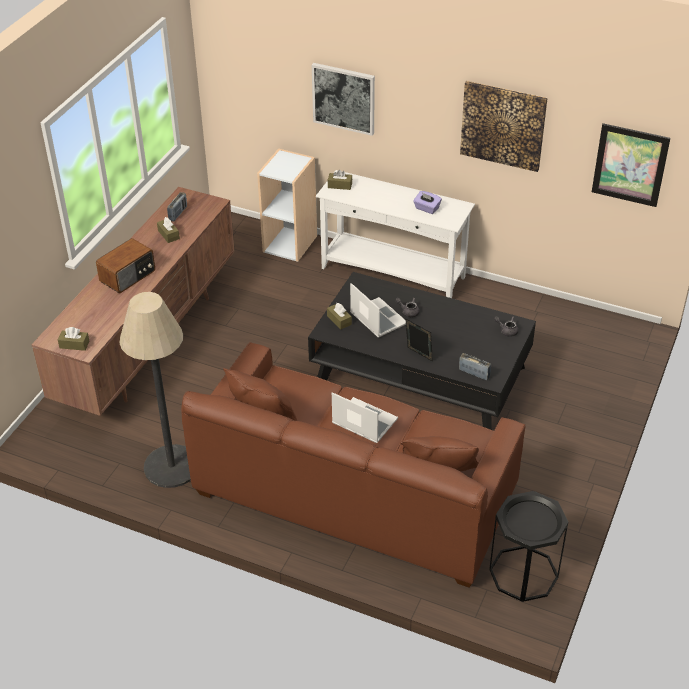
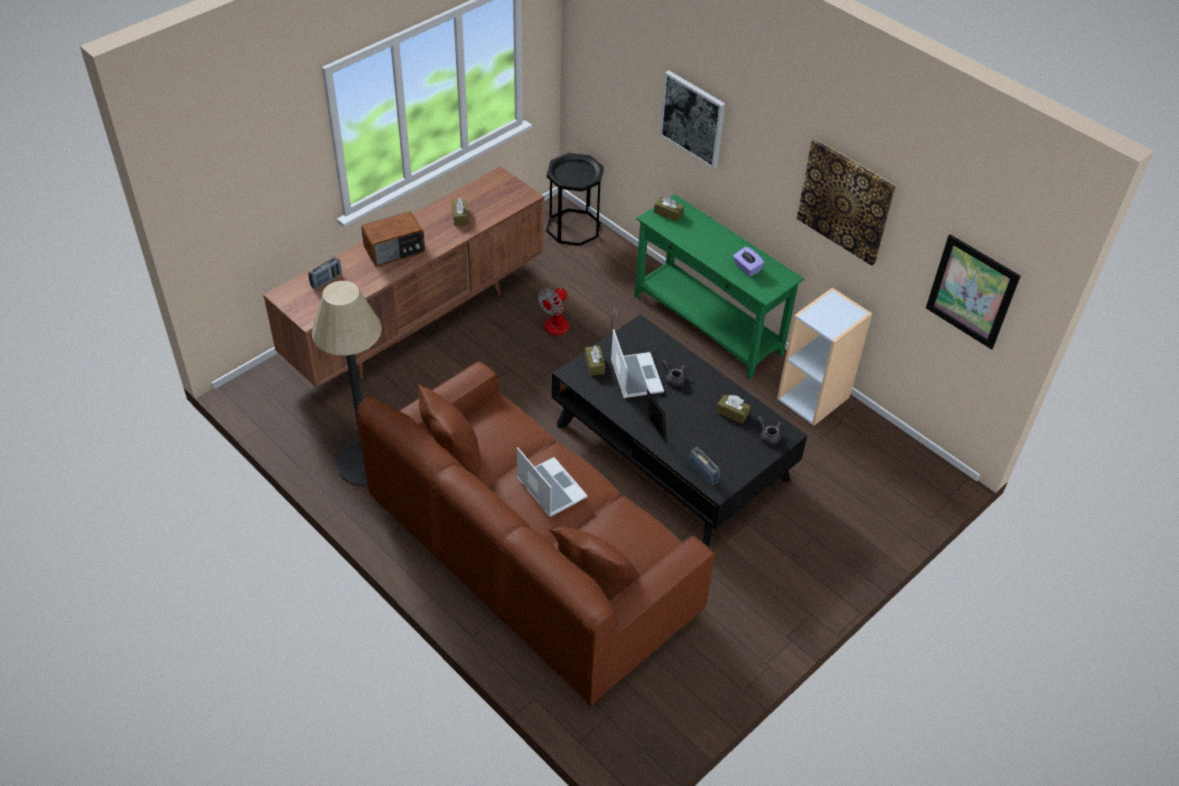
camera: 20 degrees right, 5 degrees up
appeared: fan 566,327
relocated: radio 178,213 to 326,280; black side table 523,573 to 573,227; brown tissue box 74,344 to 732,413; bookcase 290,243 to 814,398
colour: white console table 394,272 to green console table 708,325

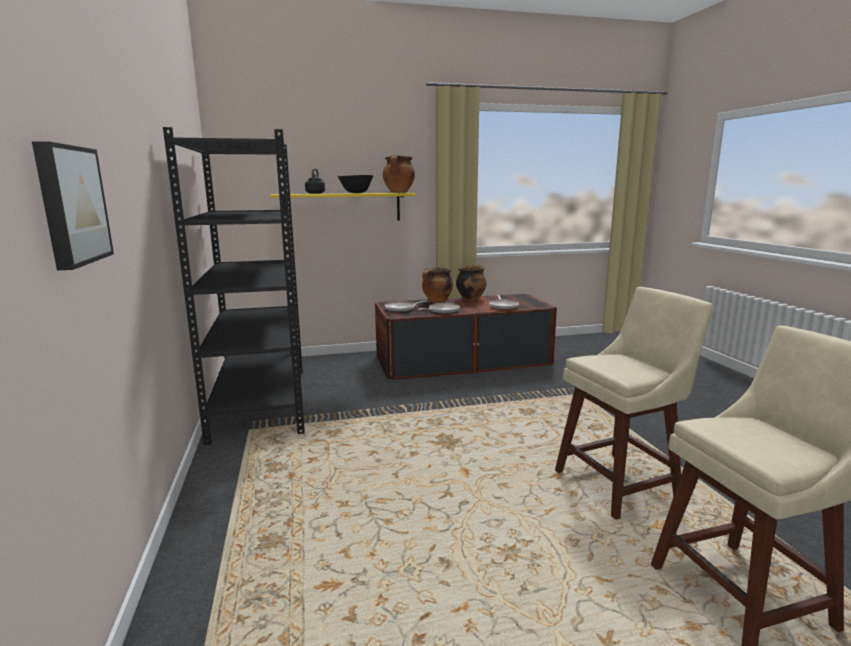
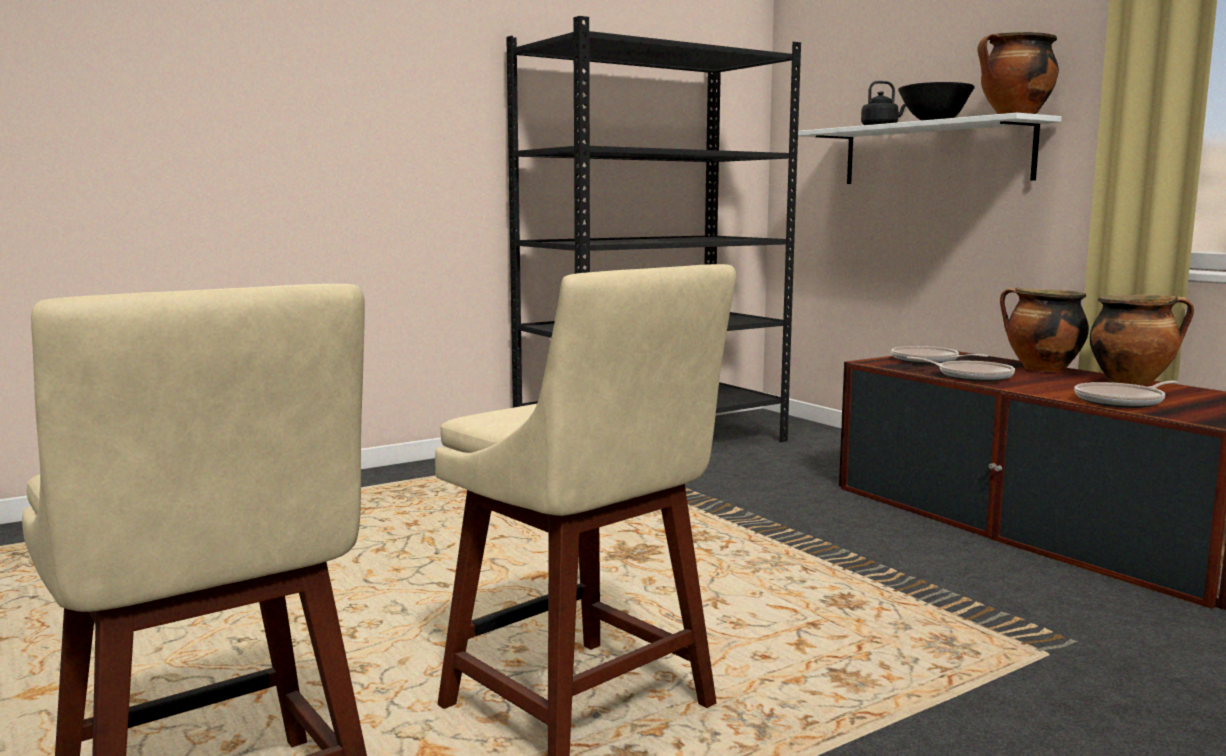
camera: 70 degrees right, 5 degrees down
missing: picture 70,205
colour: yellow shelf 342,207 to white shelf 934,154

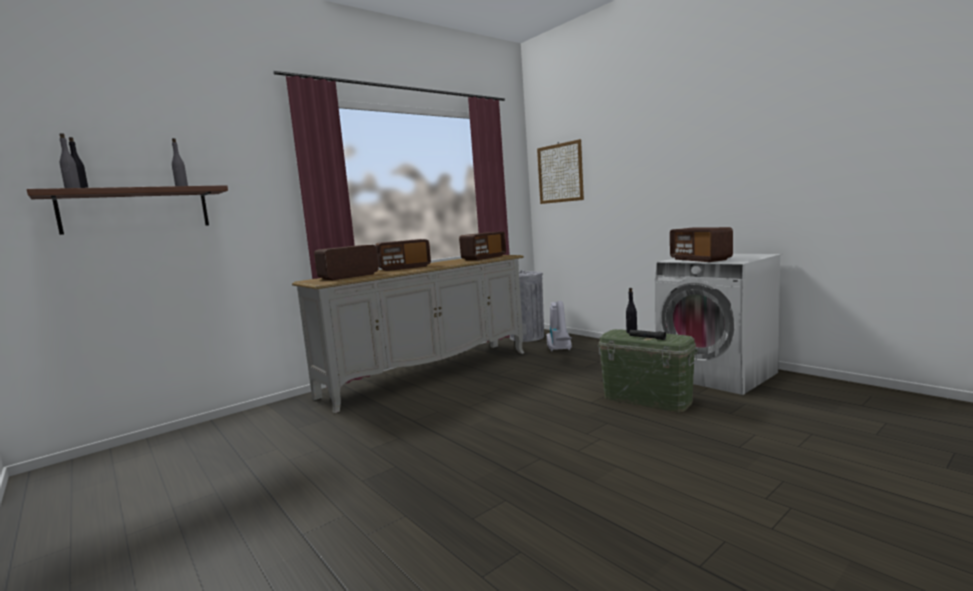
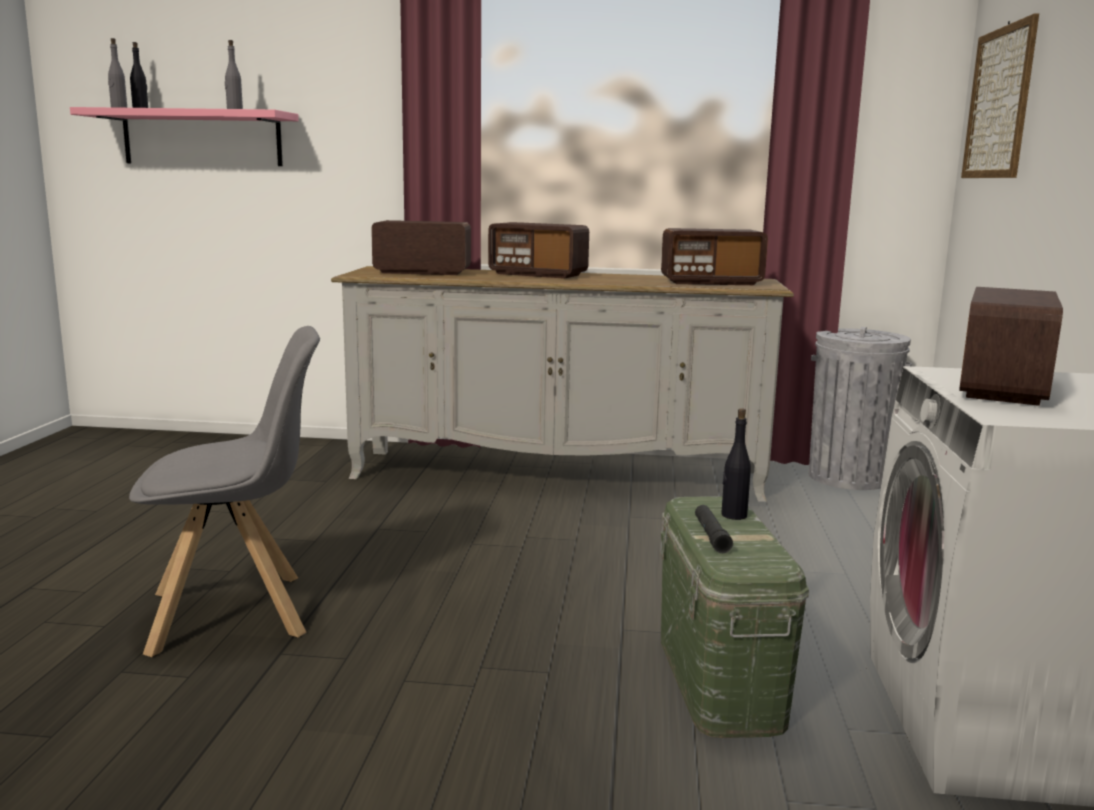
camera: 45 degrees right, 5 degrees up
missing: vacuum cleaner 560,351
appeared: grey chair 238,612
colour: brown shelf 136,210 to pink shelf 202,138

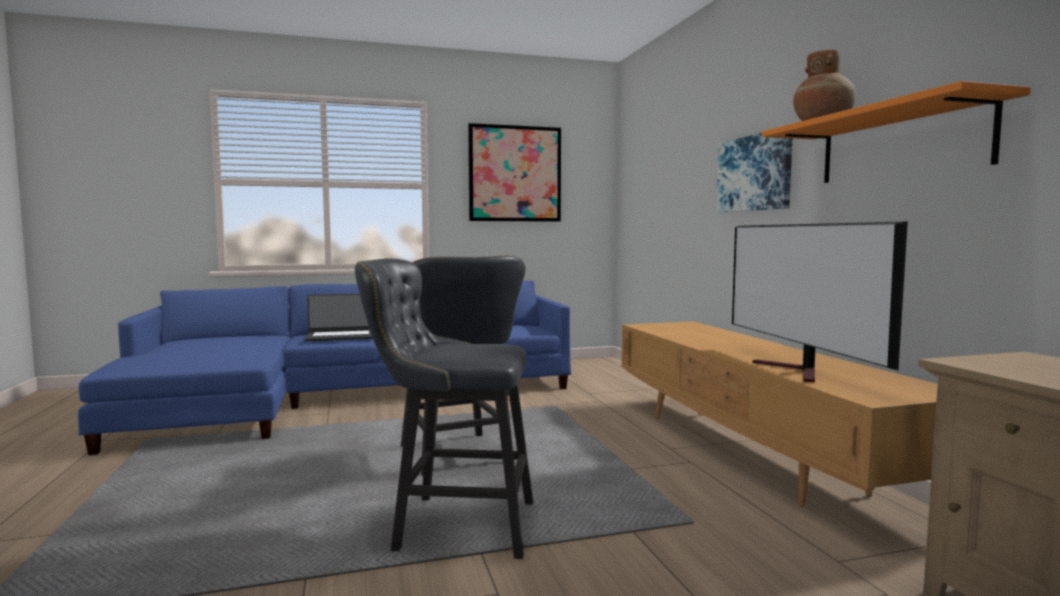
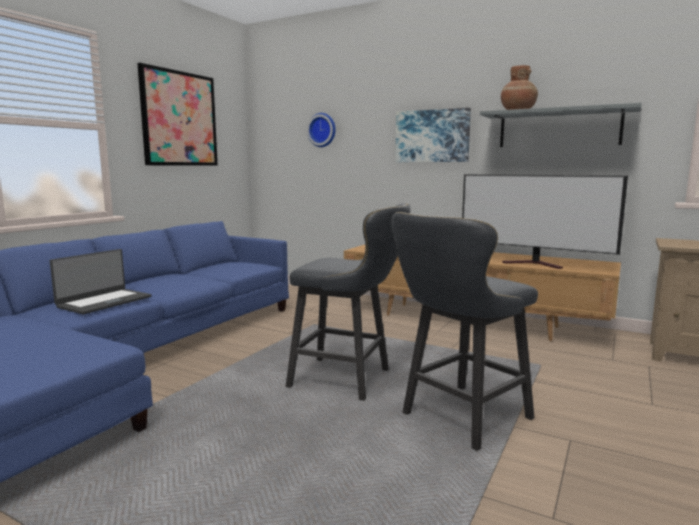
camera: 45 degrees left, 5 degrees up
appeared: wall clock 322,130
colour: orange shelf 900,145 to grey shelf 559,128

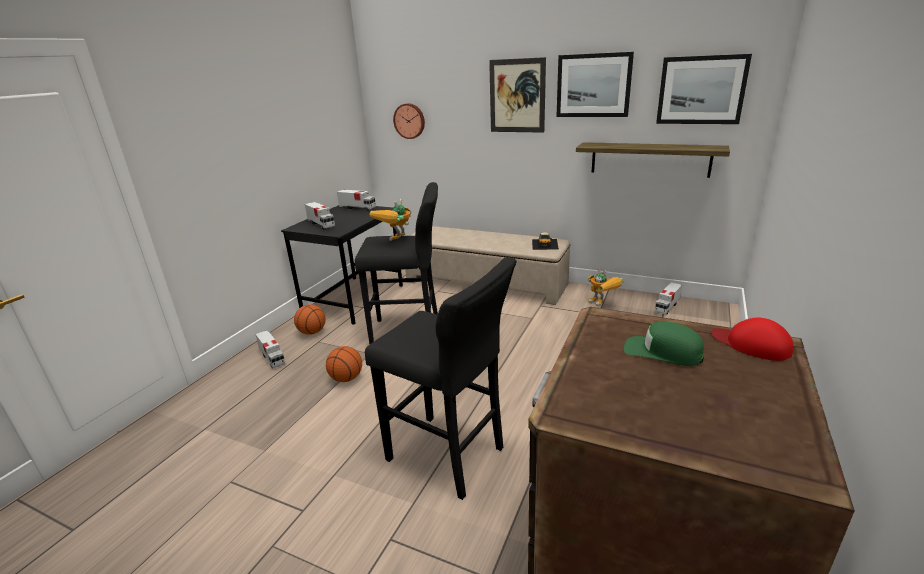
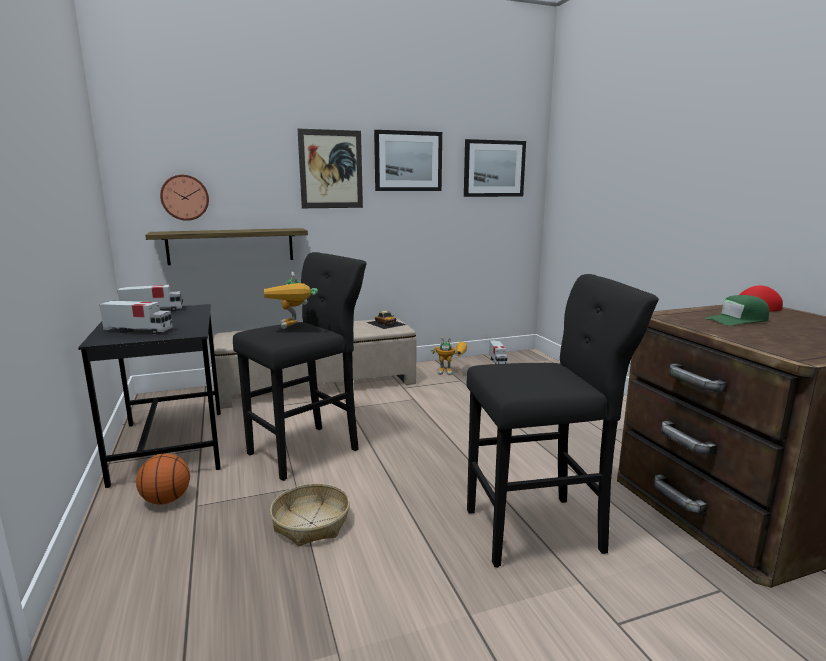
camera: 45 degrees left, 10 degrees down
missing: toy truck 272,358
relocated: shelf 649,159 to 231,246
exchanged: basketball 346,378 to basket 311,523

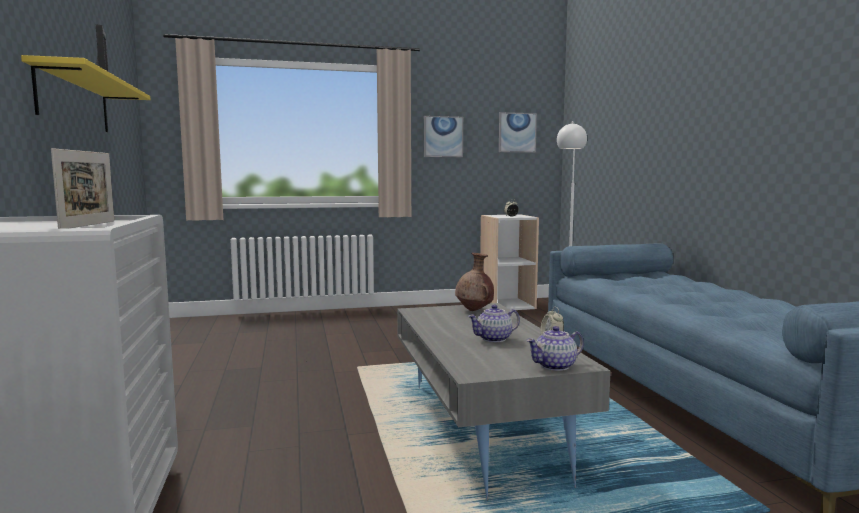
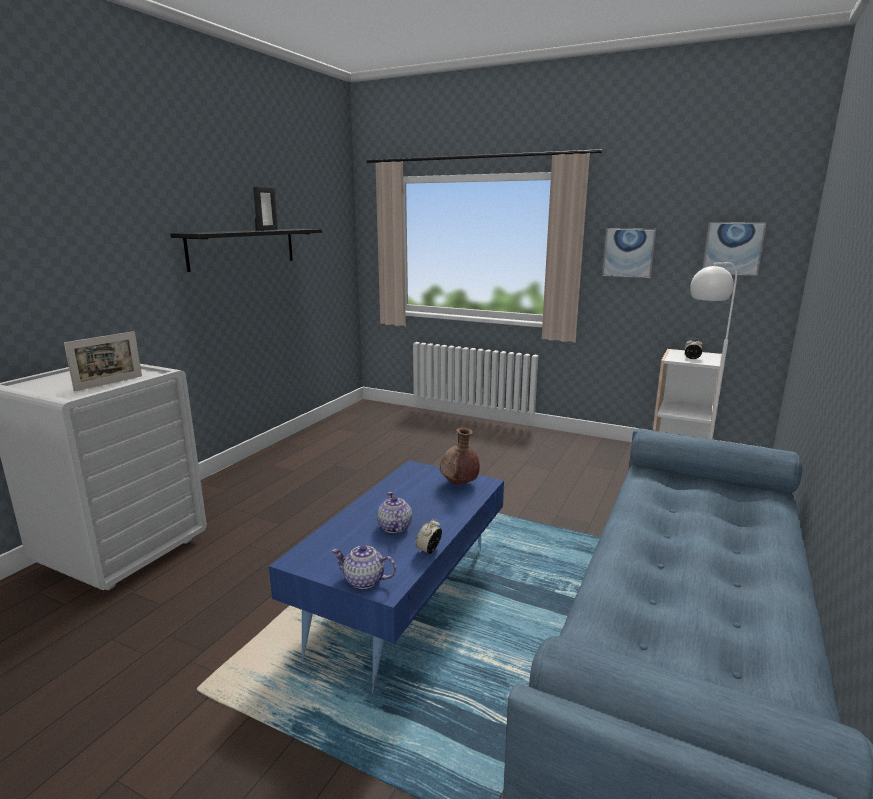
camera: 40 degrees right, 10 degrees up
colour: yellow shelf 74,101 to black shelf 243,248; grey coffee table 483,429 to blue coffee table 405,600
spun: teapot 494,339 = 394,527 60 degrees clockwise

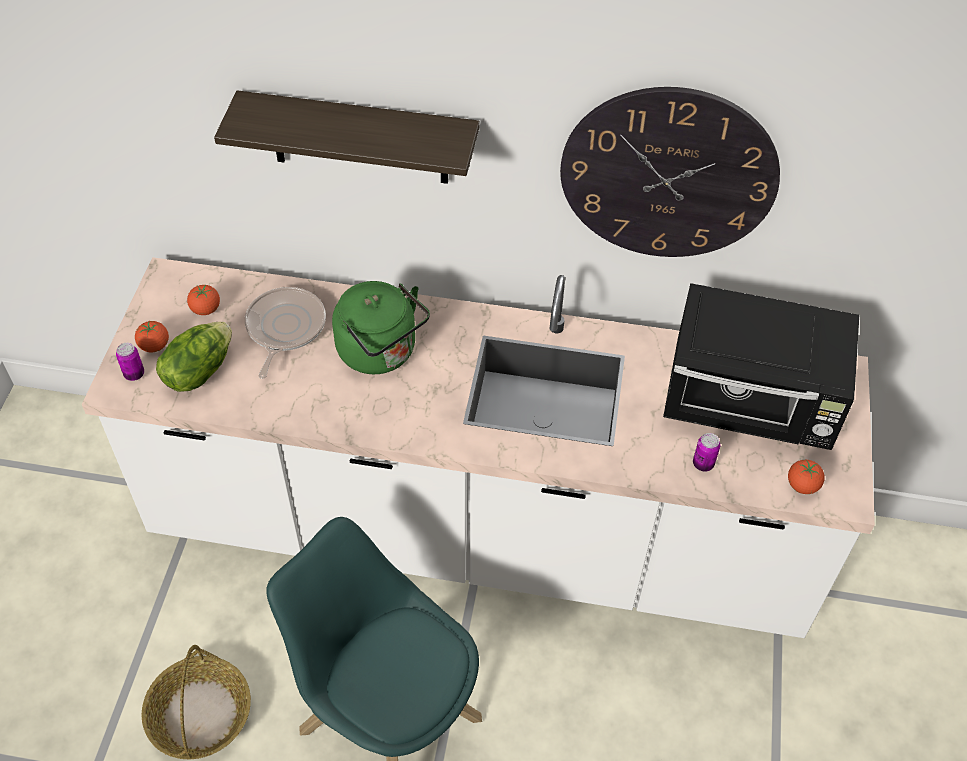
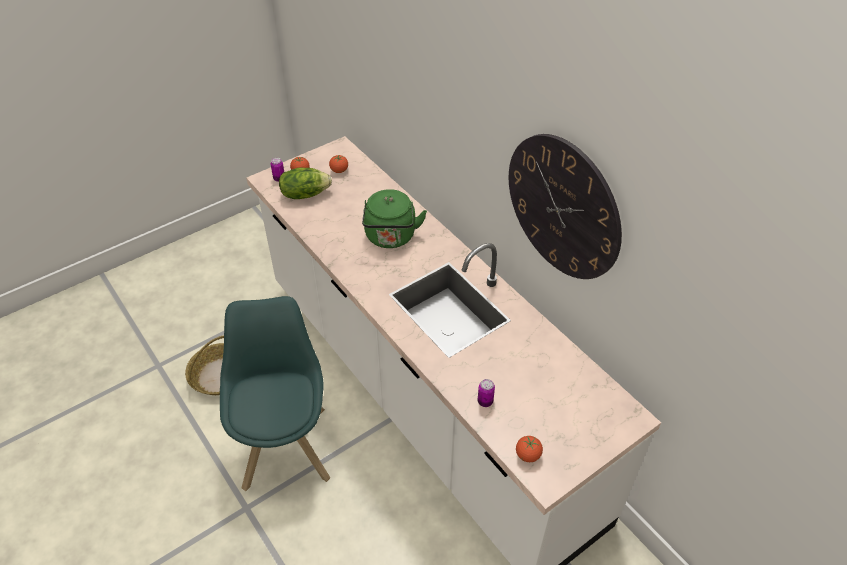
camera: 45 degrees right, 5 degrees down
missing: shelf 359,138; frying pan 284,328; black microwave 750,404

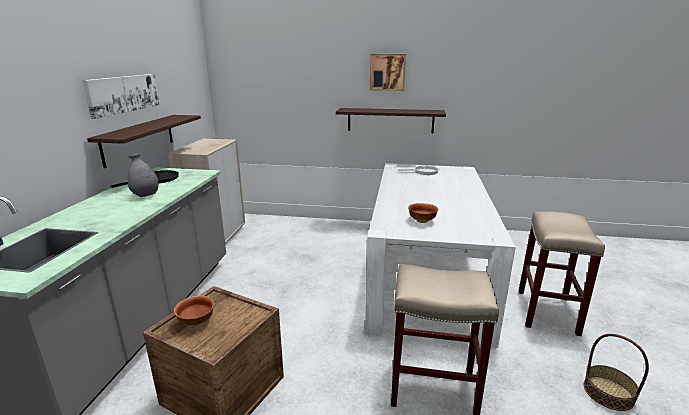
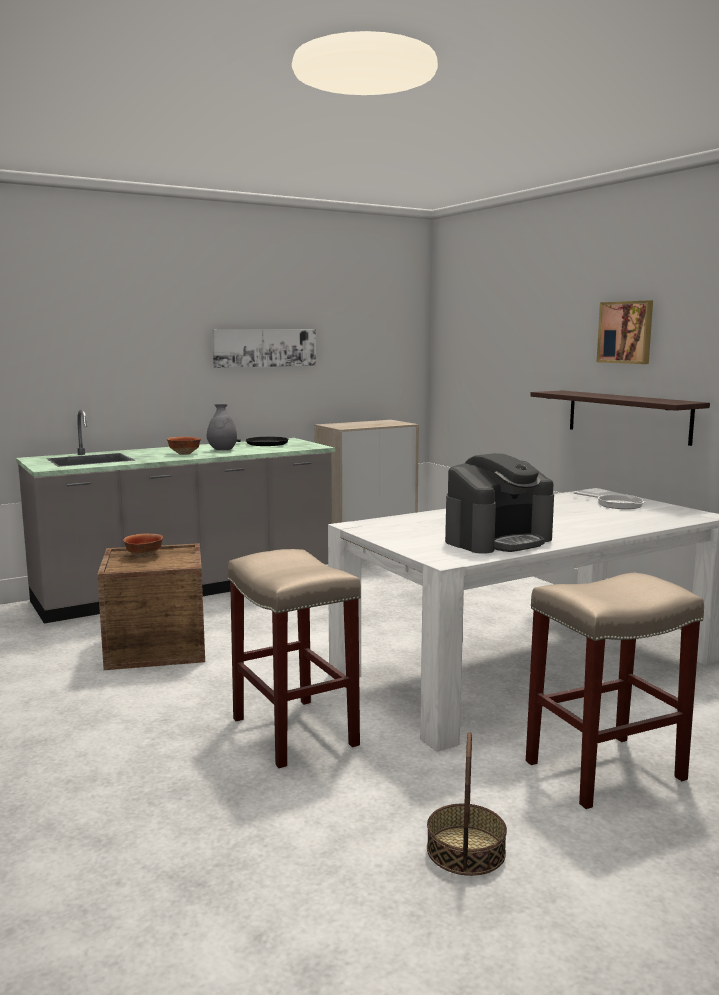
camera: 50 degrees right, 10 degrees down
missing: shelf 139,139
appeared: coffee machine 498,540
relocated: bowl 421,220 to 184,454

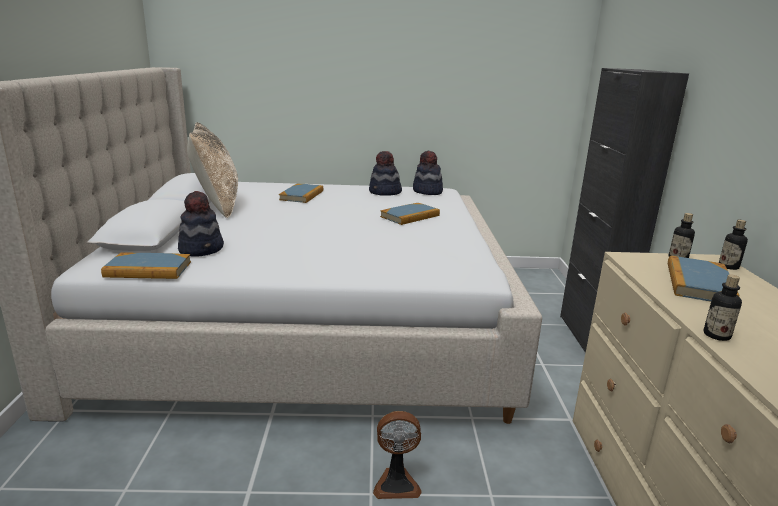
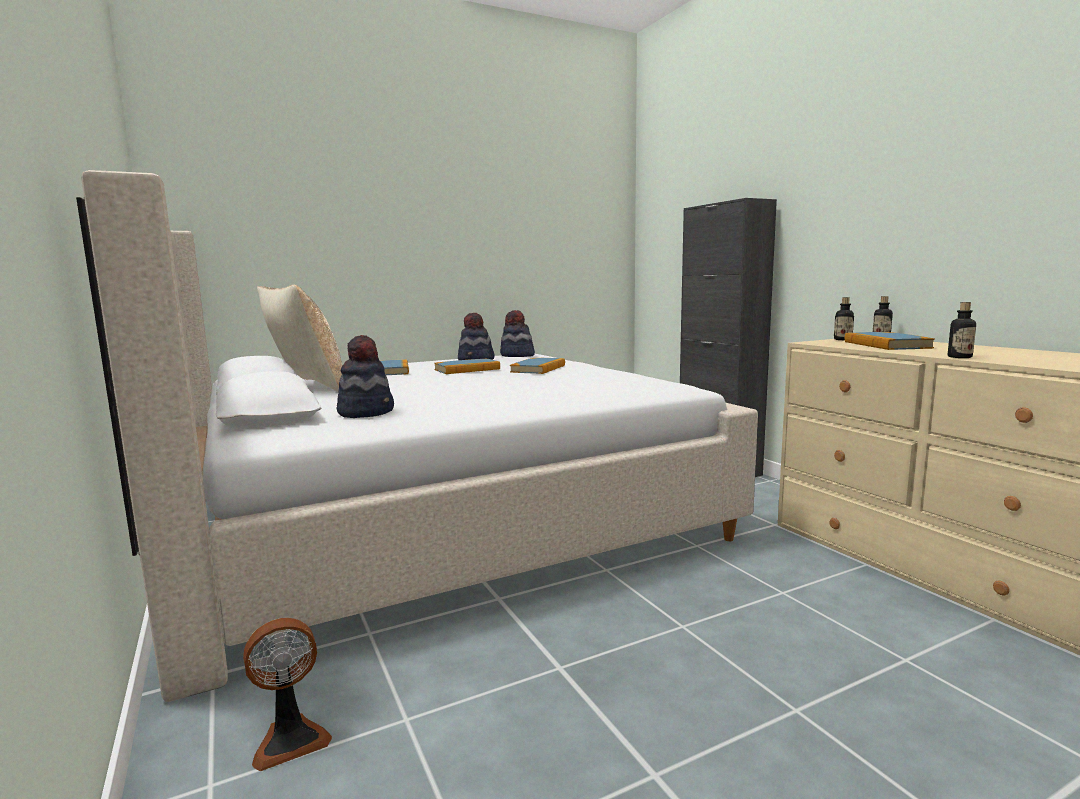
camera: 25 degrees left, 10 degrees down
relocated: fan 396,483 to 290,739; book 148,269 to 467,369

